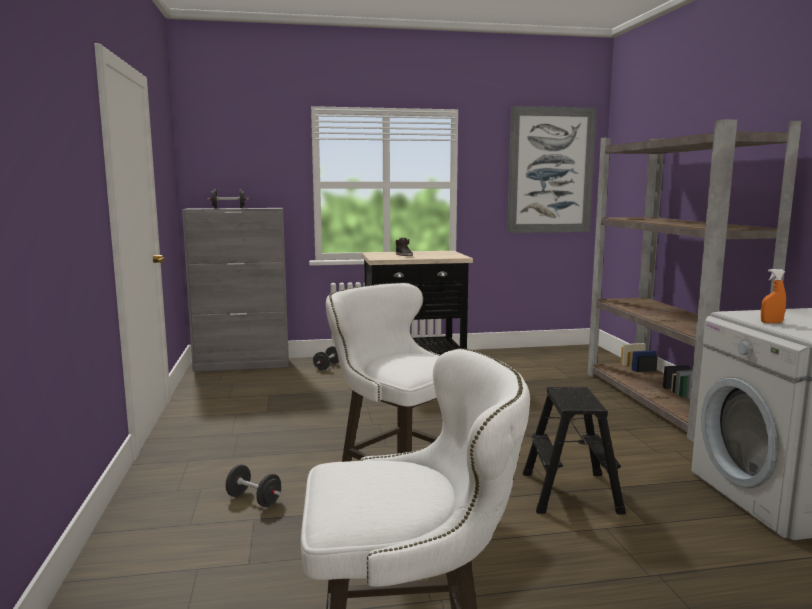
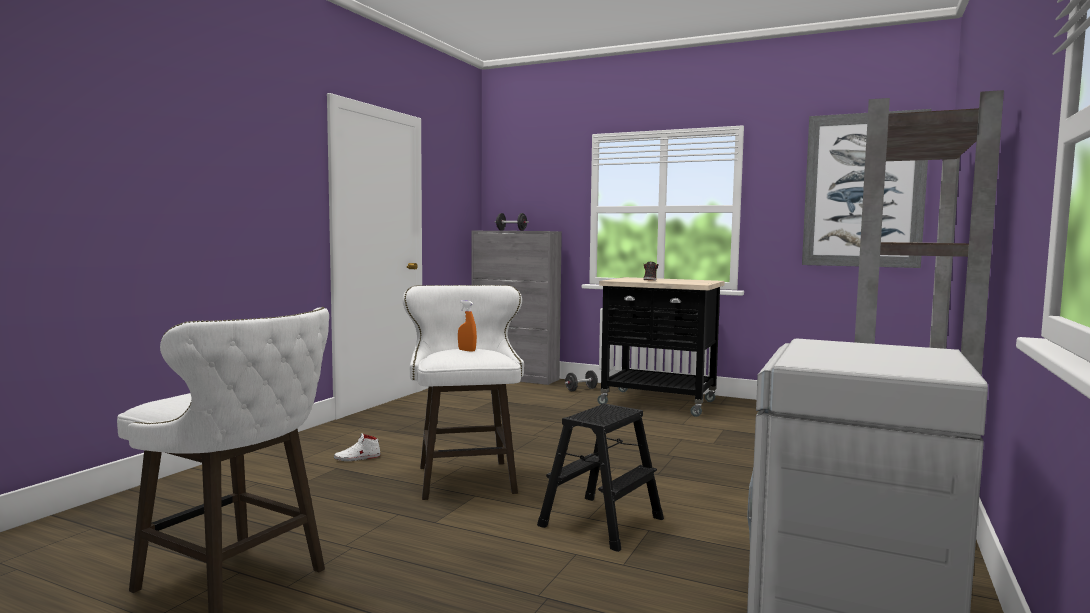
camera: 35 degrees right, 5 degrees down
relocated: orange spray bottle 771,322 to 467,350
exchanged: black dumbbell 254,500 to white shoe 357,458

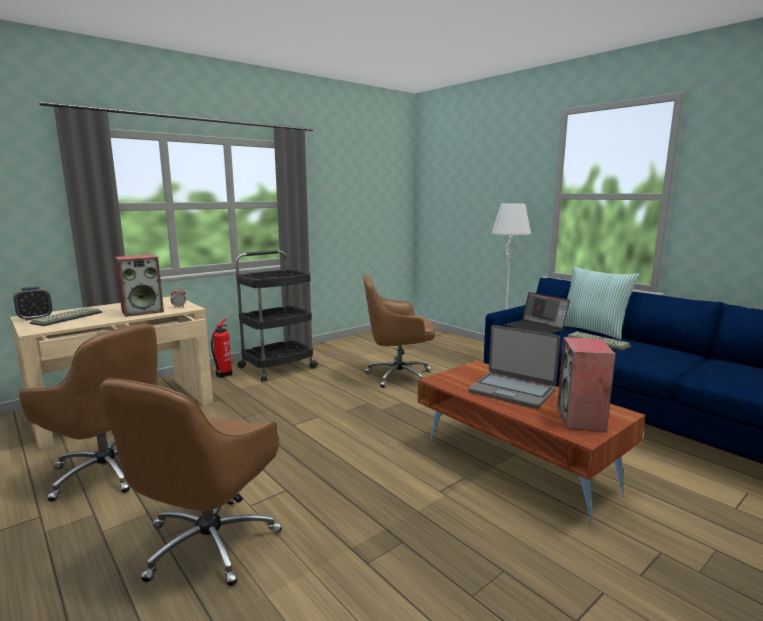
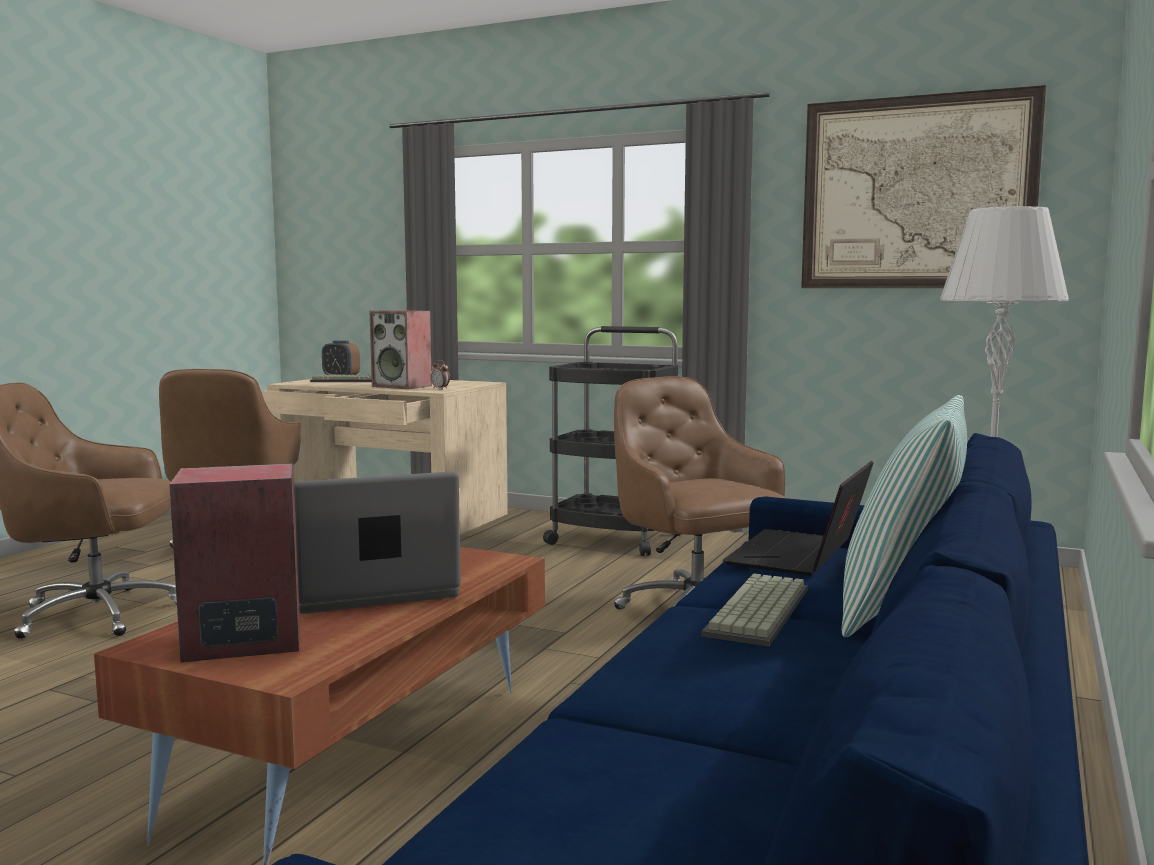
camera: 65 degrees right, 5 degrees down
missing: fire extinguisher 223,375
appeared: picture 916,193
spun: laptop 512,391 = 373,590 60 degrees clockwise

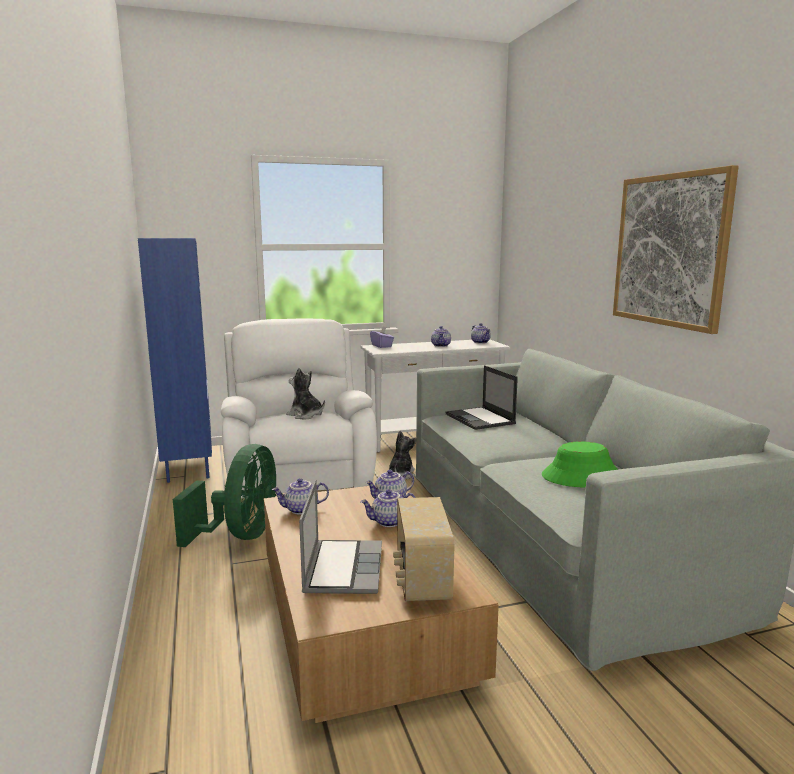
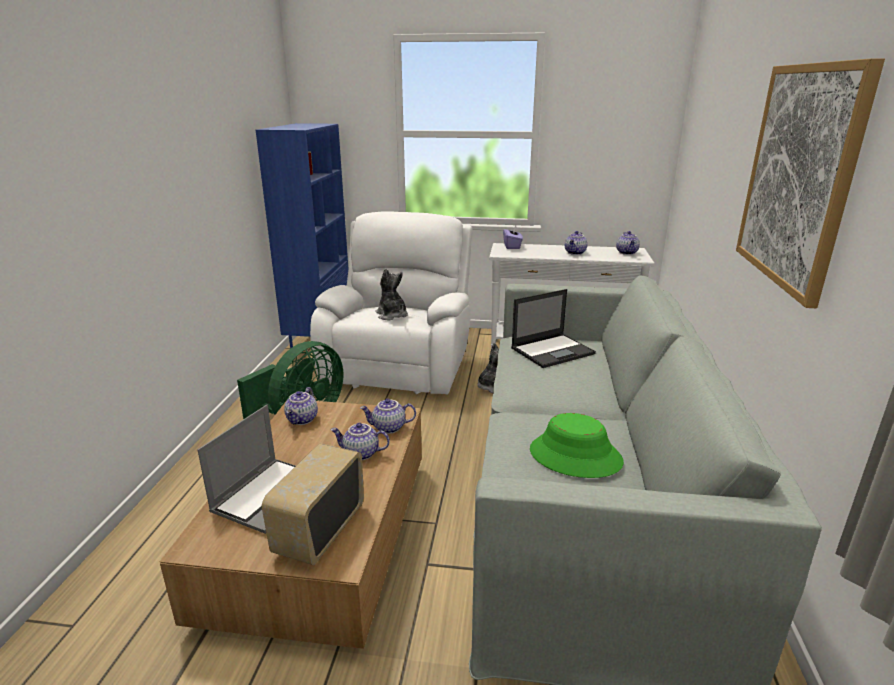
camera: 25 degrees right, 10 degrees up
spun: teapot 301,510 = 303,419 90 degrees counterclockwise; laptop 480,419 = 553,350 120 degrees counterclockwise

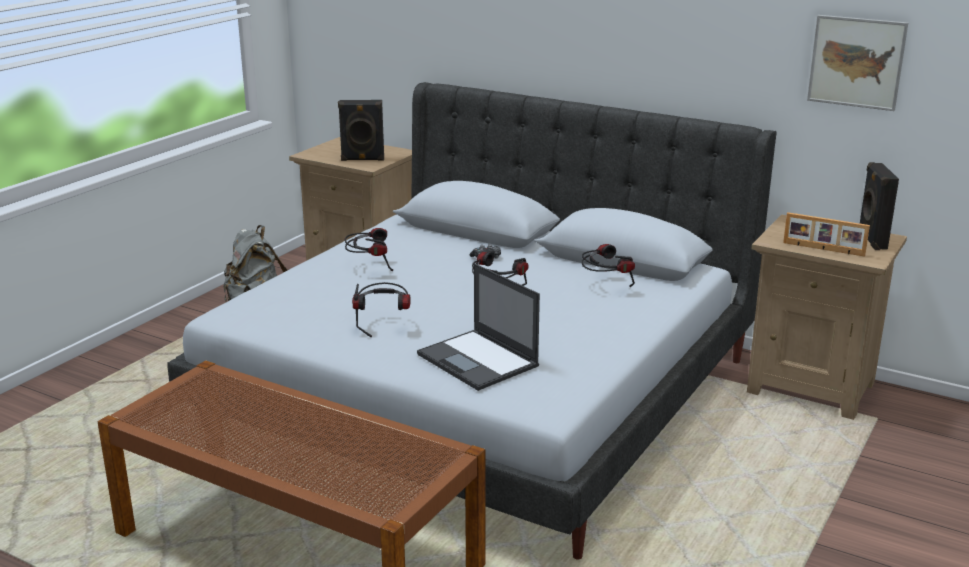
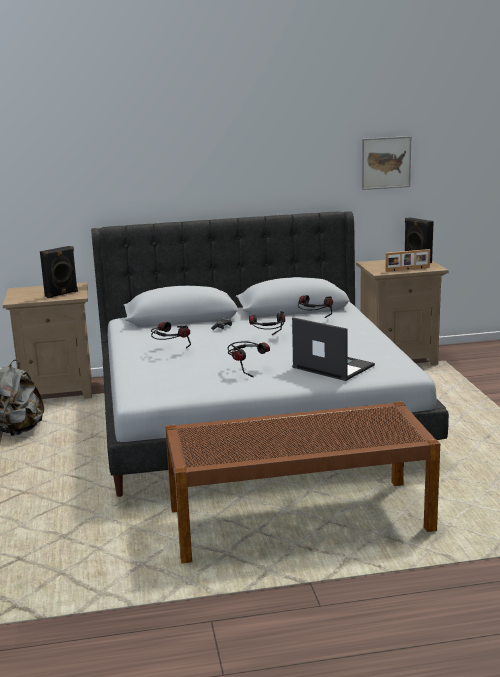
camera: 40 degrees left, 5 degrees down
spun: laptop 479,360 = 332,366 150 degrees counterclockwise

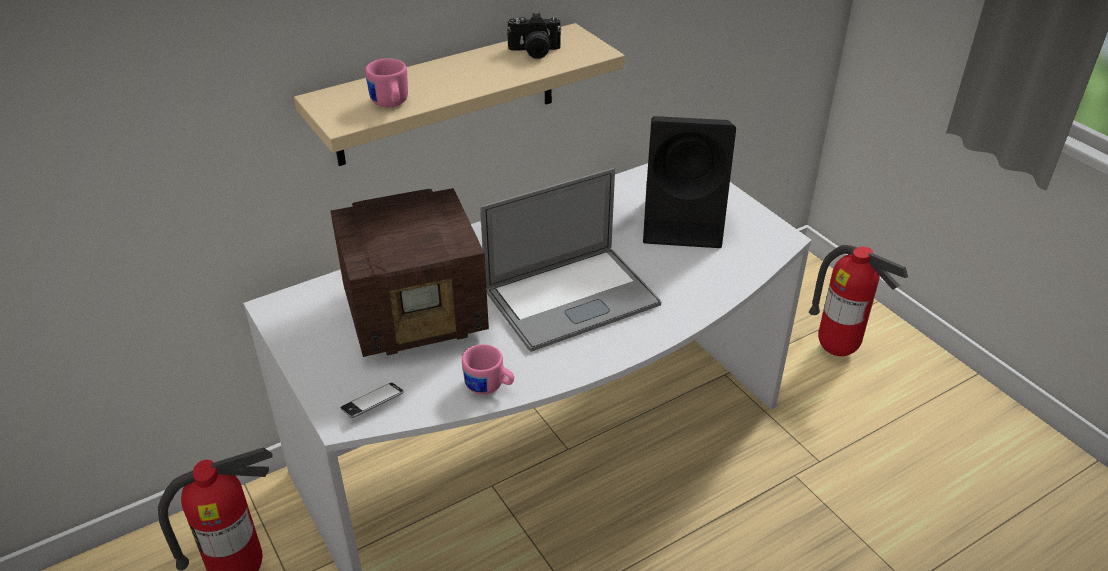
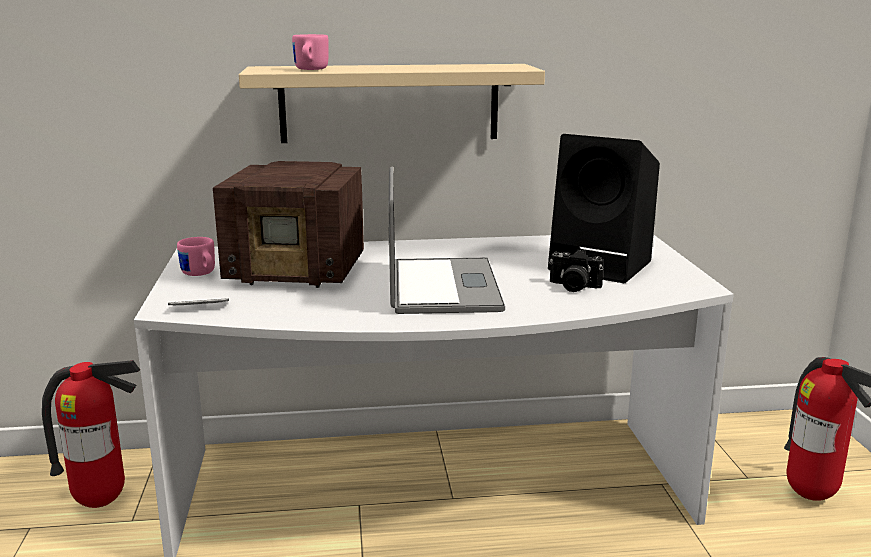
camera: 25 degrees right, 20 degrees down
relocated: pink mug 489,387 to 200,274; photo camera 534,52 to 573,287
spun: laptop 572,298 = 442,286 90 degrees counterclockwise

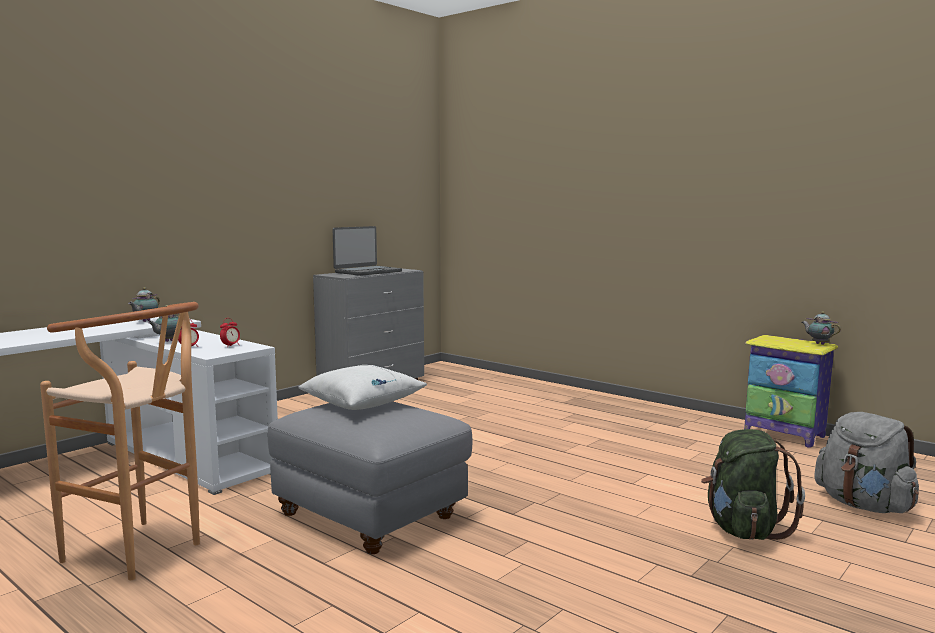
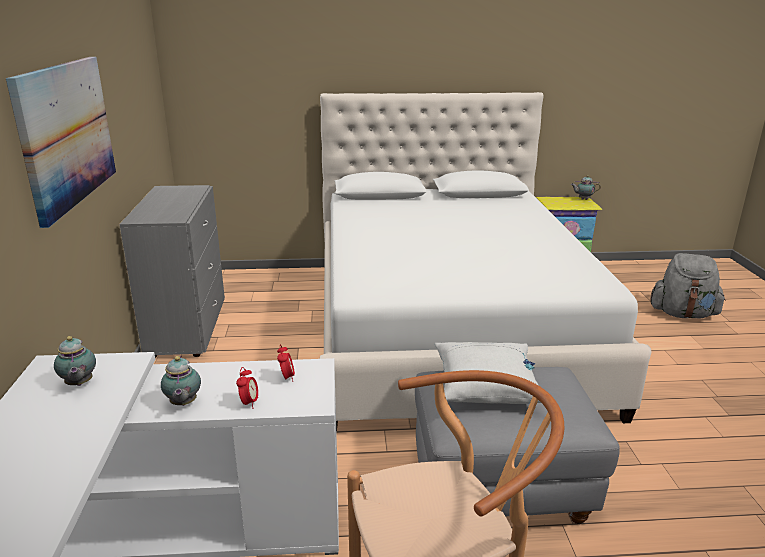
camera: 45 degrees left, 15 degrees up
missing: laptop 367,272; green backpack 743,529
appeared: picture 66,133; white bed 448,329

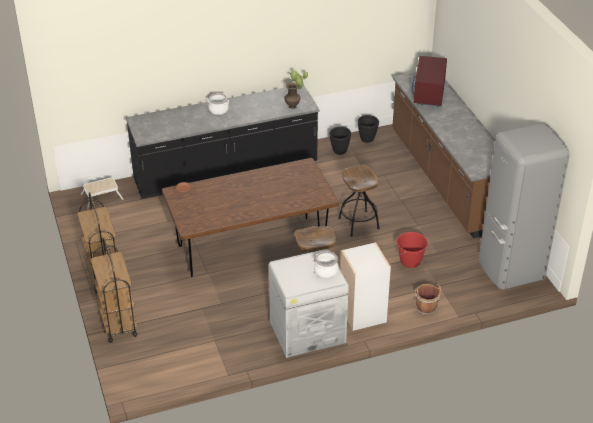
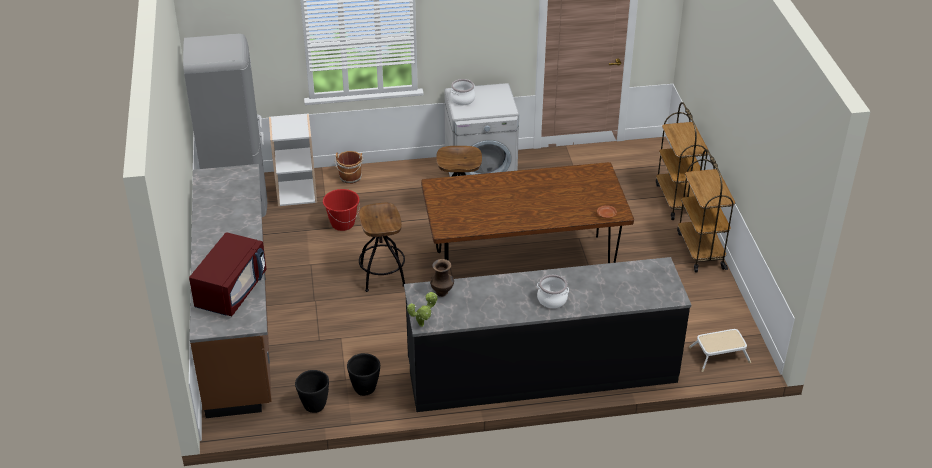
camera: 170 degrees left, 0 degrees up
relocated: bookcase 362,314 to 297,192

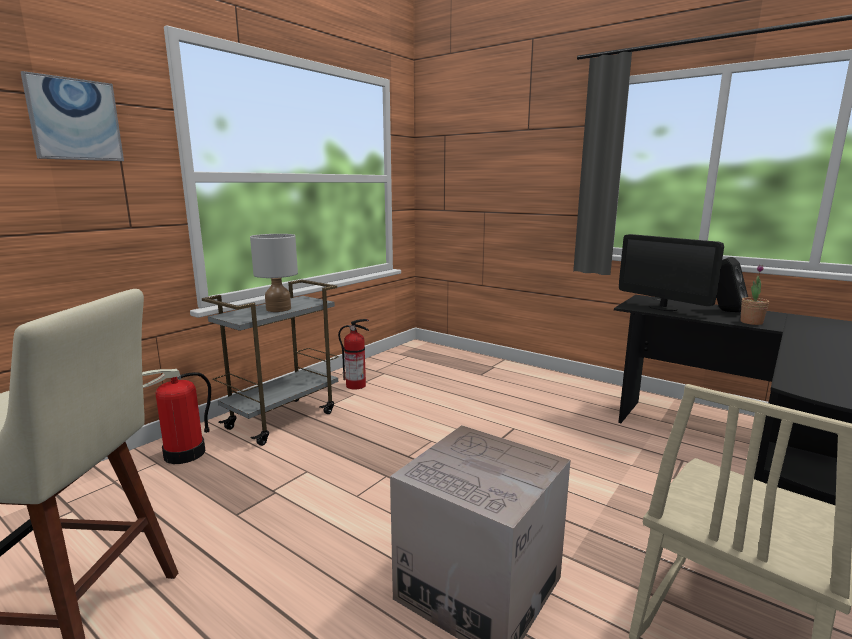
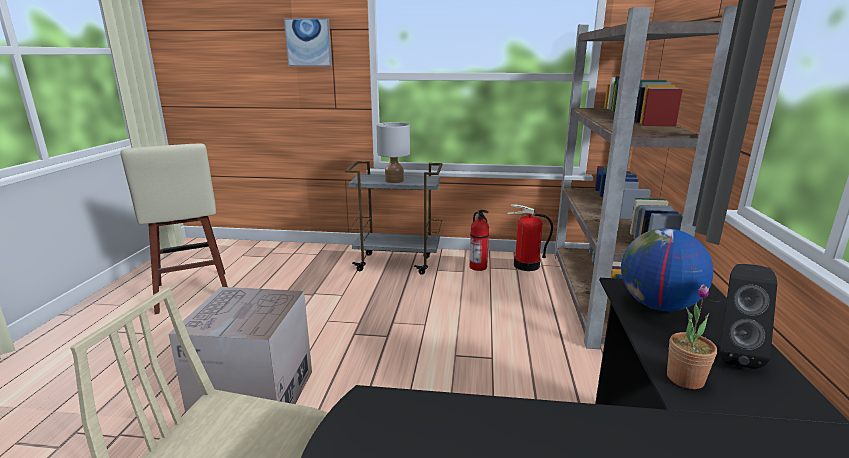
camera: 60 degrees right, 5 degrees up
appeared: brown bookcase 600,295
relocated: fire extinguisher 184,454 to 526,265
exchanged: monitor 663,307 to globe 658,306

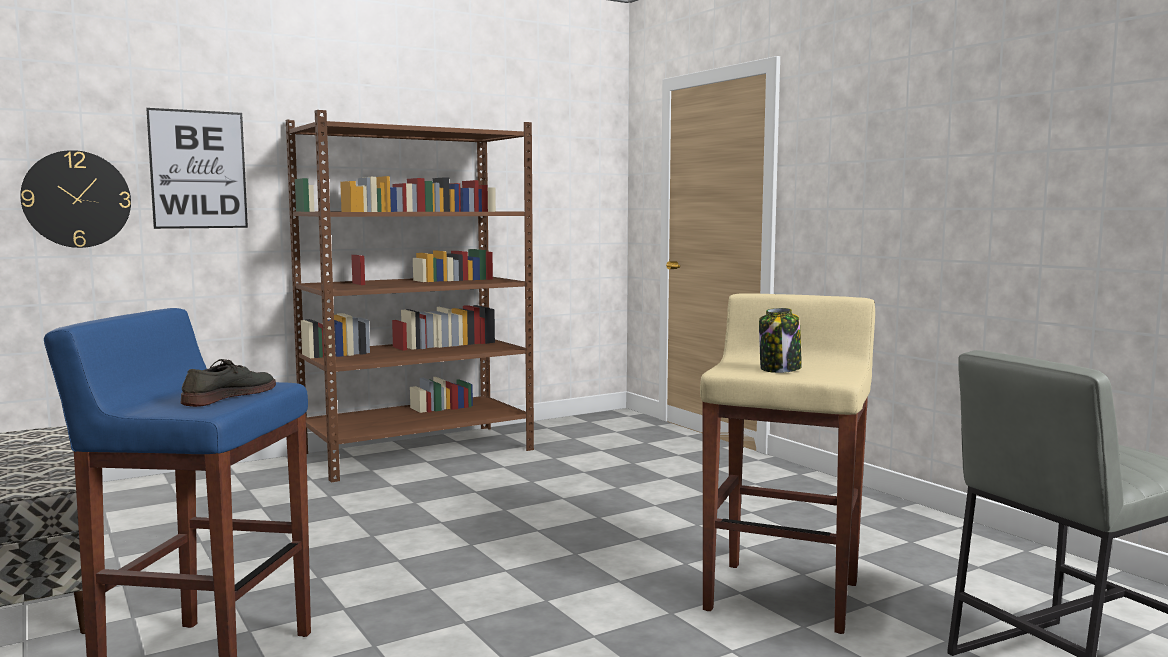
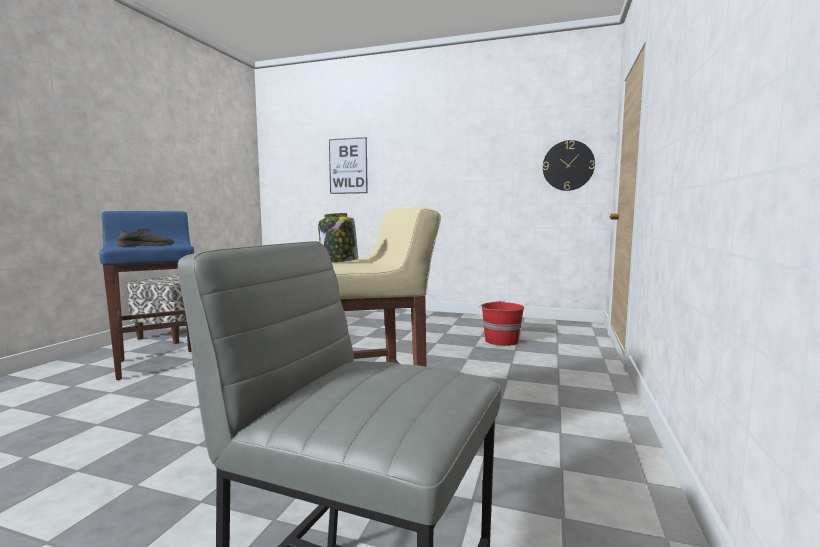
camera: 50 degrees right, 0 degrees up
missing: brown bookcase 418,452
appeared: red bucket 500,341
relocated: wall clock 77,199 to 568,165

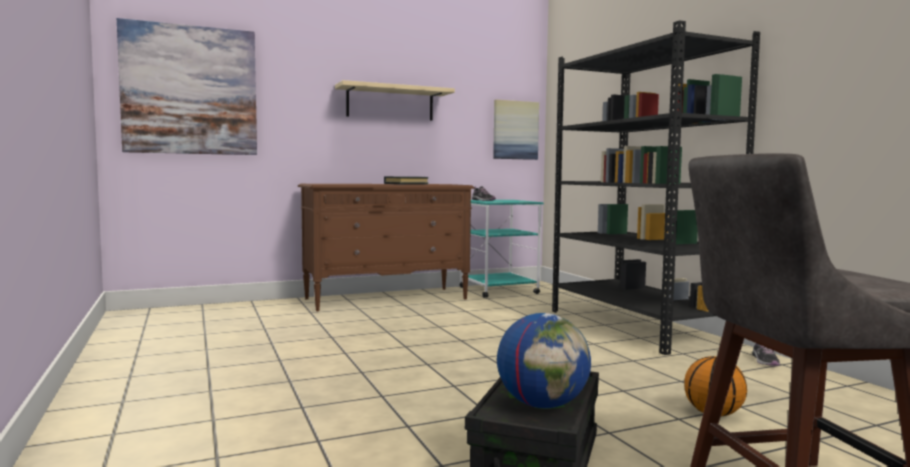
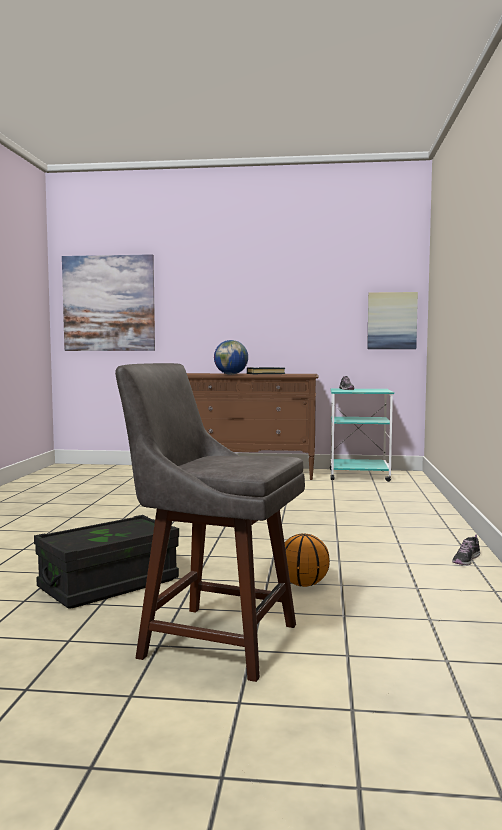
camera: 30 degrees right, 0 degrees up
missing: beige shelf 390,103; black bookcase 637,326
relocated: globe 542,404 to 231,374

